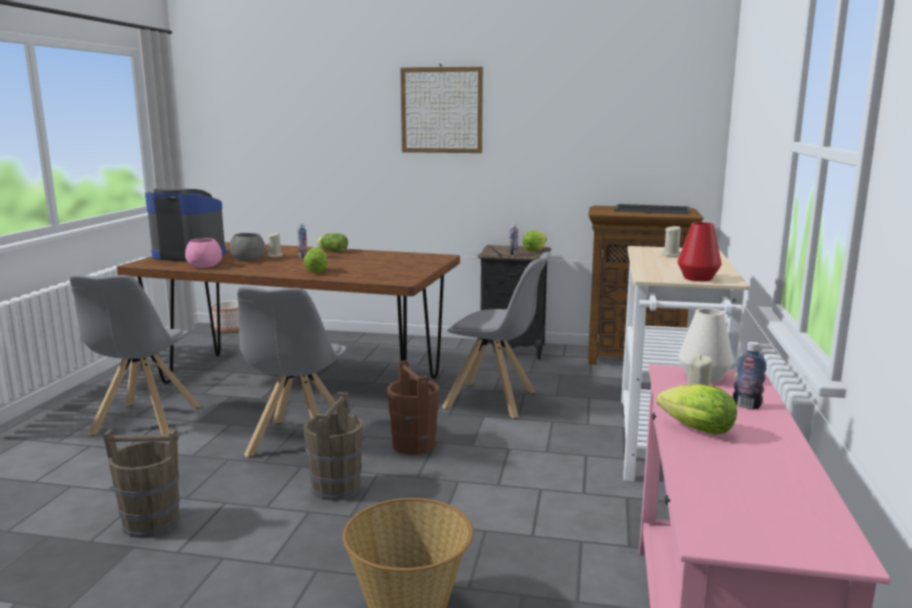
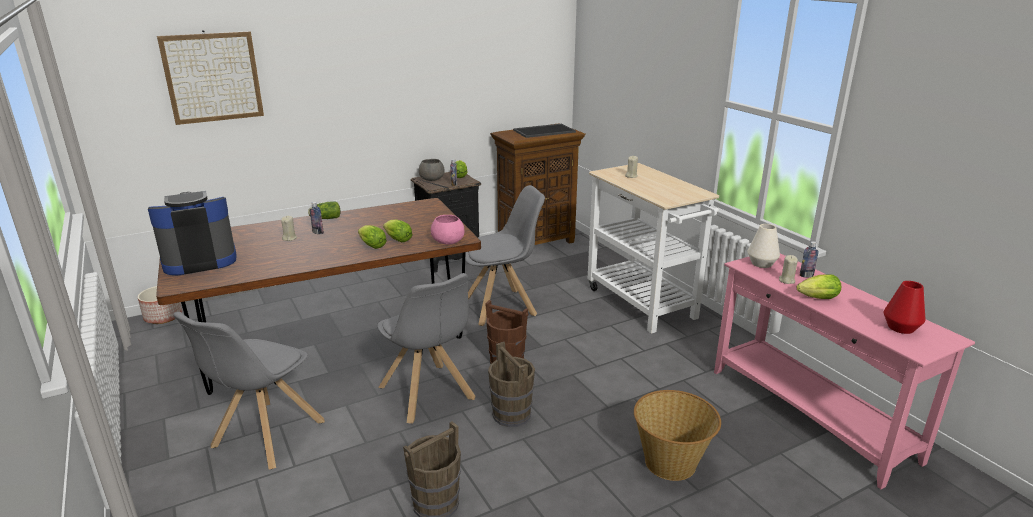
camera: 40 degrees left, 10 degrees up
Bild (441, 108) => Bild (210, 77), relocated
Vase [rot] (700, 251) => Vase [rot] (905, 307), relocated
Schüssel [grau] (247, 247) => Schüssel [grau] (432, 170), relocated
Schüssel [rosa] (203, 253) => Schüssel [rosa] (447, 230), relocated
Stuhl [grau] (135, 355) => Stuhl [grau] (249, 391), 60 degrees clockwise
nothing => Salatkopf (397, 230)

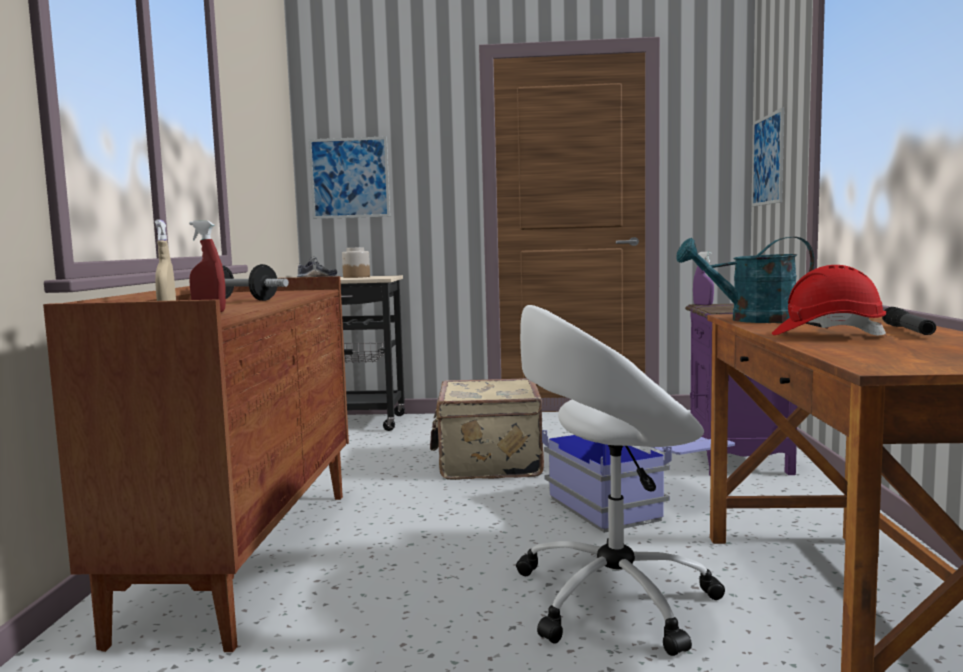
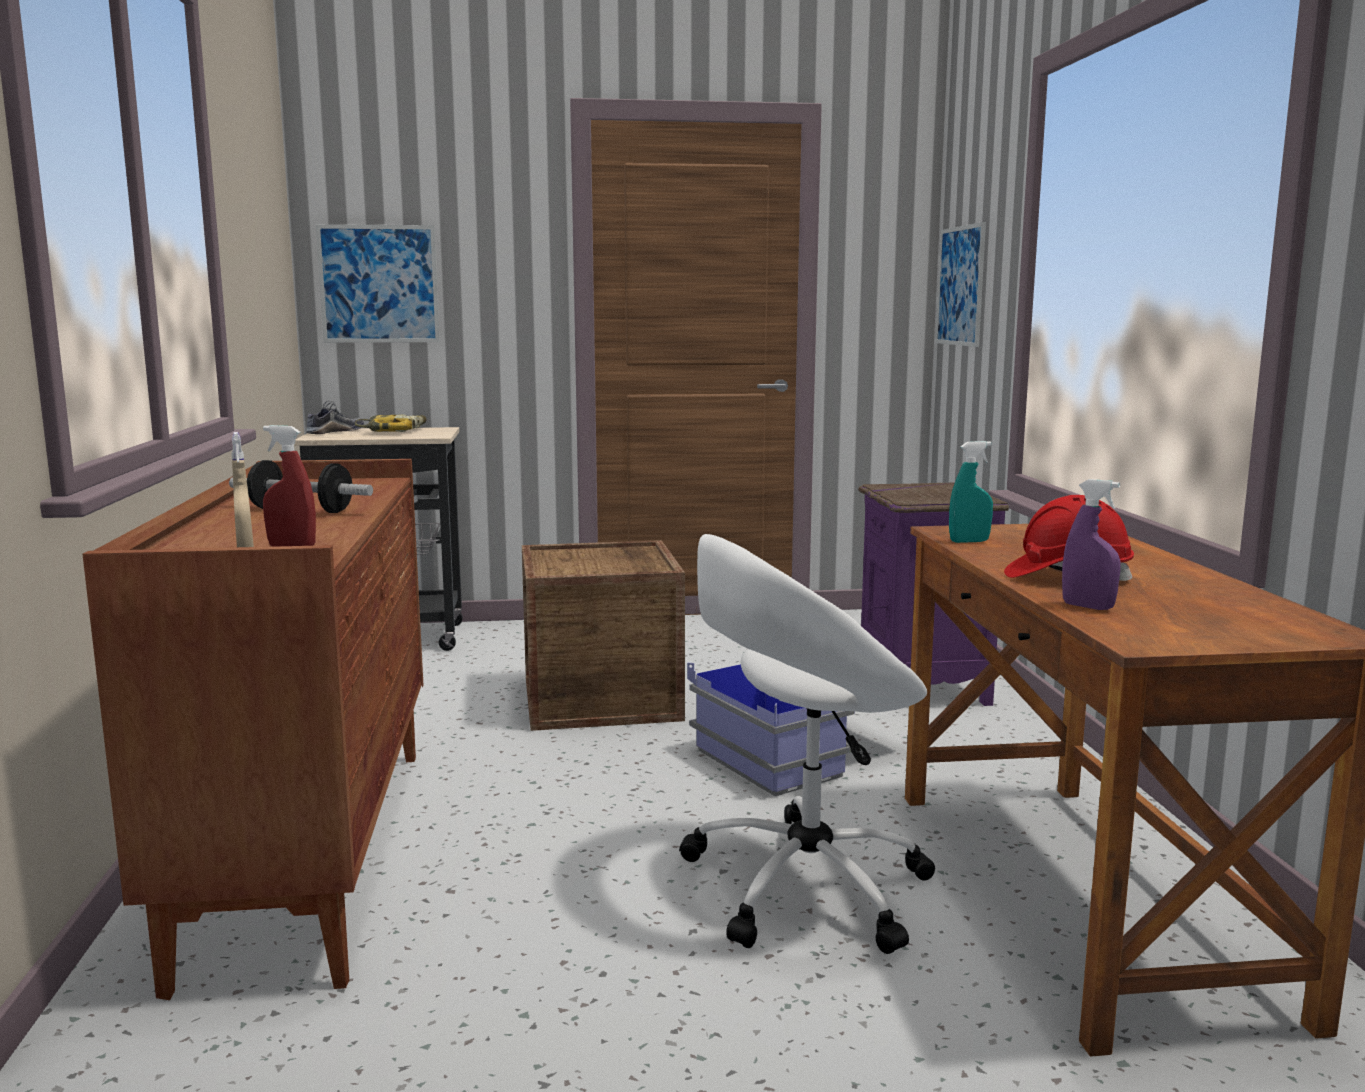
camera: 10 degrees left, 5 degrees up
Gießkanne [türkis] (745, 280) => Sprühflasche [türkis] (971, 492)
Vorratsglas (356, 262) => Bohrmaschine (390, 423)
Sprühflasche [lila] (703, 278) => Sprühflasche [lila] (1091, 544), relocated
Taschenlampe (909, 321) => nothing
Koffer [beige] (487, 429) => Kiste (603, 635)

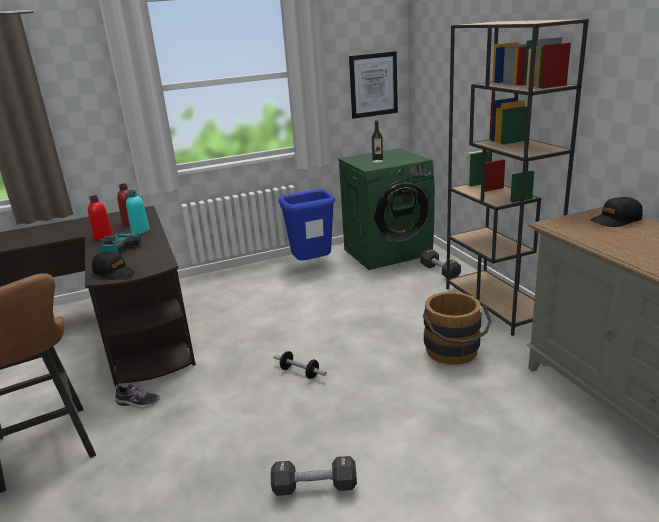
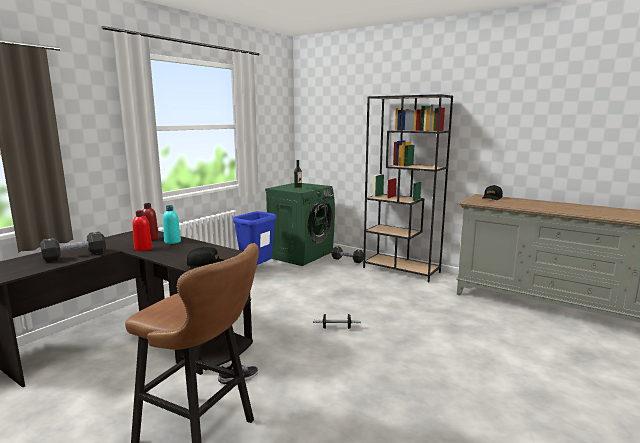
camera: 35 degrees left, 10 degrees down
Bild (373, 85) => nothing
Bohrmaschine (120, 243) => nothing
Eimer [braun] (457, 328) => nothing
Hantel [schwarz] (314, 476) => Hantel [schwarz] (73, 247), relocated

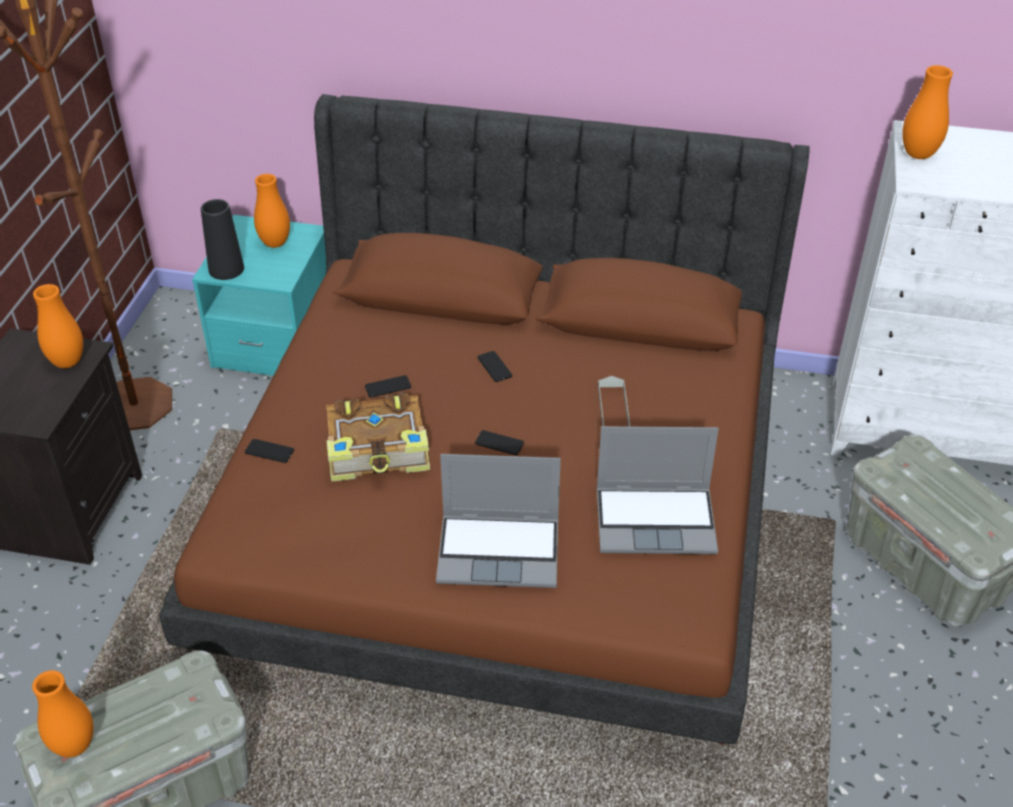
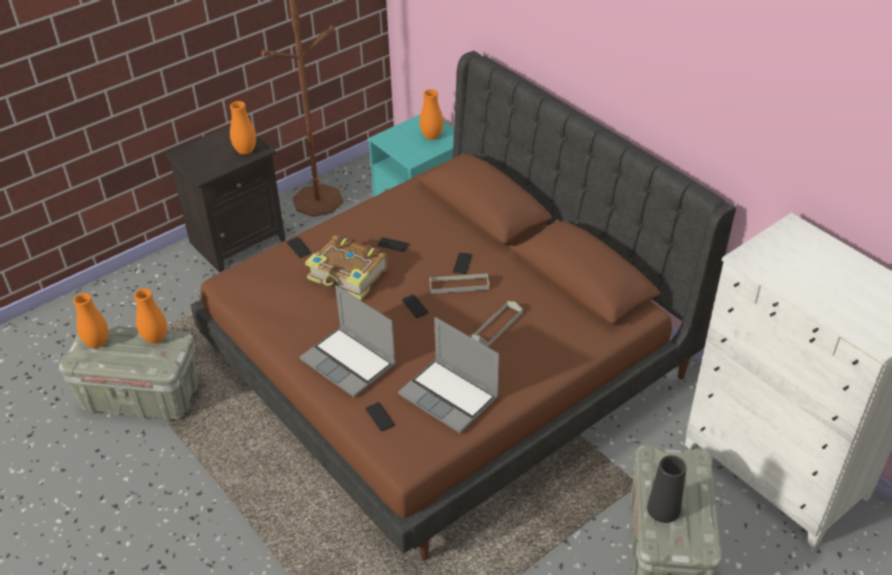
camera: 40 degrees right, 0 degrees up
Vase [orange] (927, 112) => Vase [orange] (150, 316), relocated
Vase [schwarz] (222, 239) => Vase [schwarz] (666, 489), relocated
nothing => Tablett [grau] (459, 283)
nothing => Handy (380, 416)

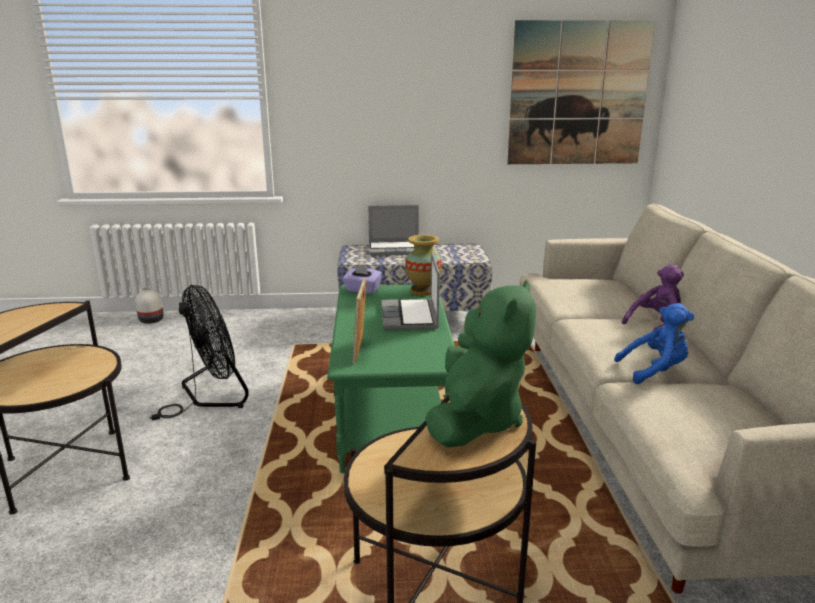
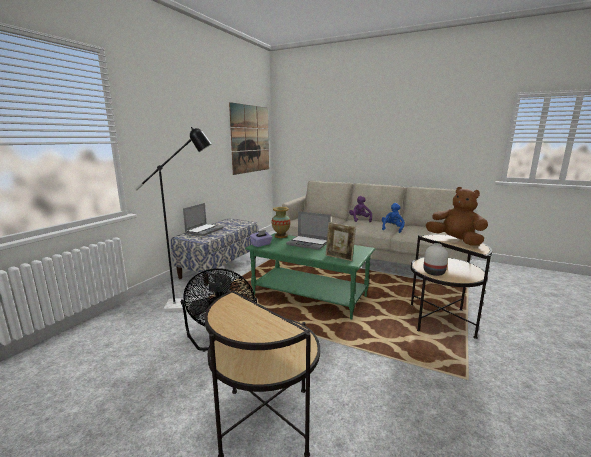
camera: 60 degrees left, 5 degrees down
Plüschtier [grün] (480, 363) => Plüschtier [braun] (457, 216)
Vase [weiß] (149, 305) => Vase [weiß] (435, 259), relocated
nothing => Stehlampe [schwarz] (173, 219)

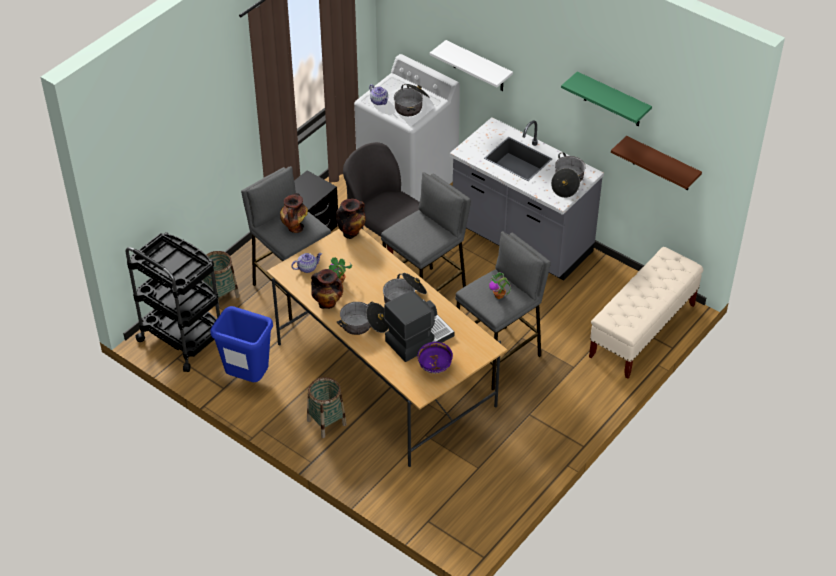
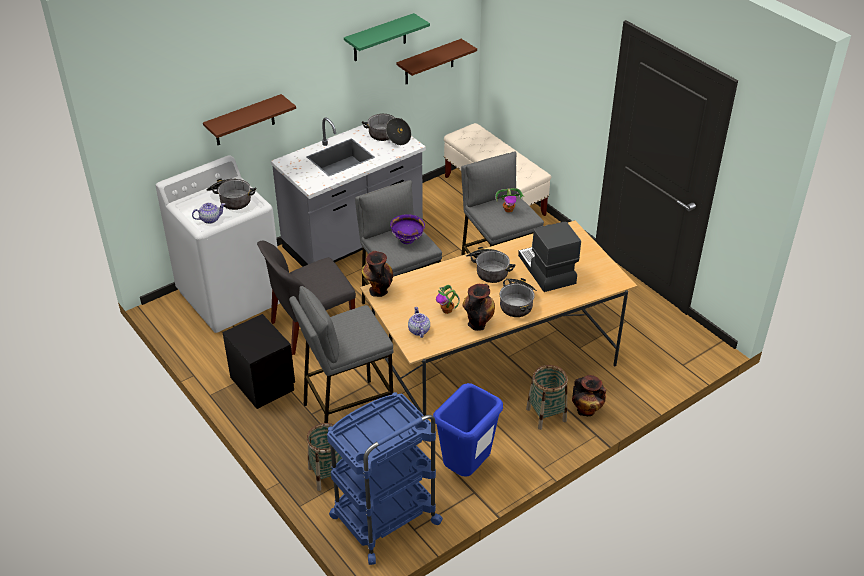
camera: 75 degrees left, 5 degrees down
Wandregal [weiß] (471, 65) => Wandregal [braun] (249, 119)
Vase (294, 213) => Vase (589, 395), relocated
Rollwagen [schwarz] (173, 302) => Rollwagen [blau] (385, 478)
Schüssel [lila] (435, 357) => Schüssel [lila] (407, 229), relocated

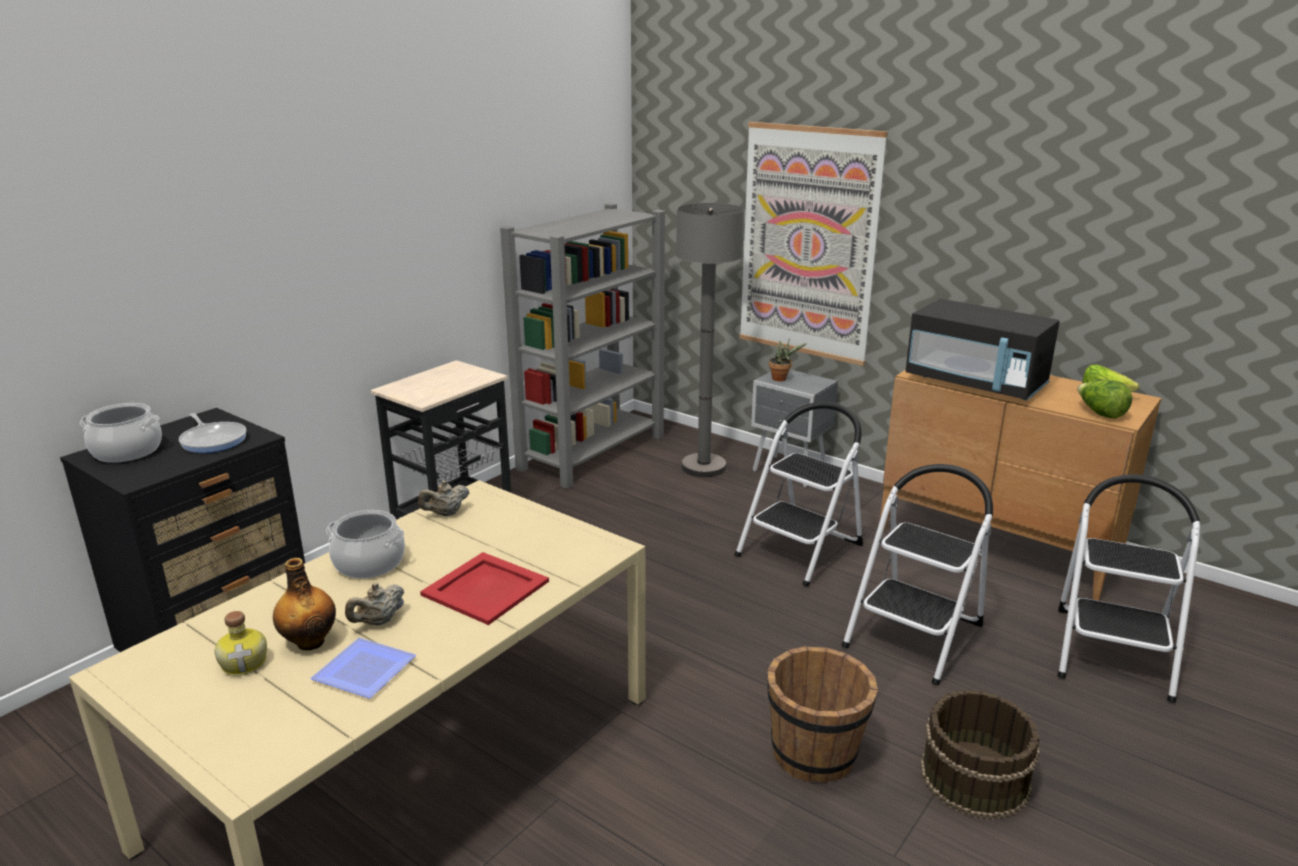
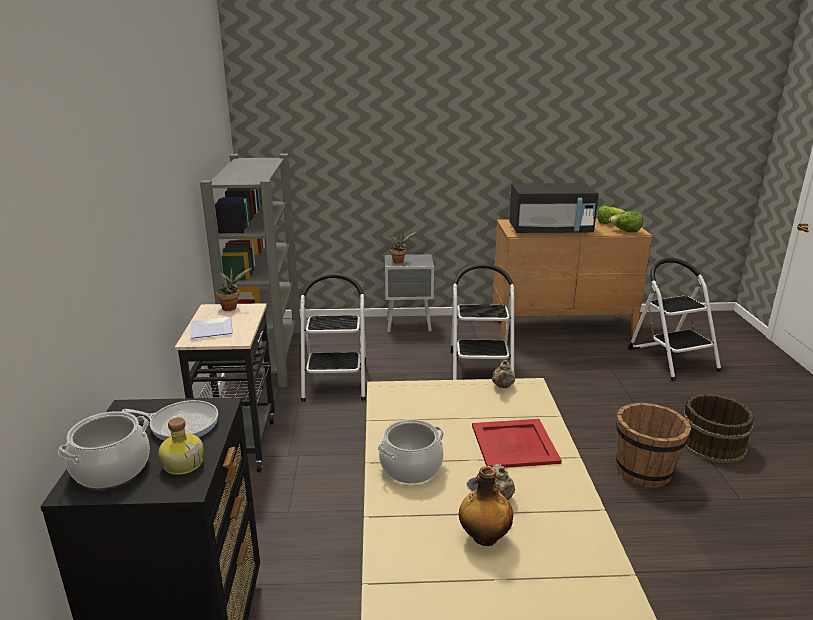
camera: 40 degrees left, 0 degrees up
Bild (814, 244) => nothing
Stehlampe [grau] (710, 340) => nothing
Trittleiter (917, 574) => Trittleiter (333, 337), relocated
Teekanne [beige] (443, 498) => Teekanne [beige] (503, 374), relocated
Flasche (241, 643) => Flasche (180, 446), relocated
Teller (363, 668) => Teller (211, 328), relocated
nothing => Topfpflanze (234, 289)

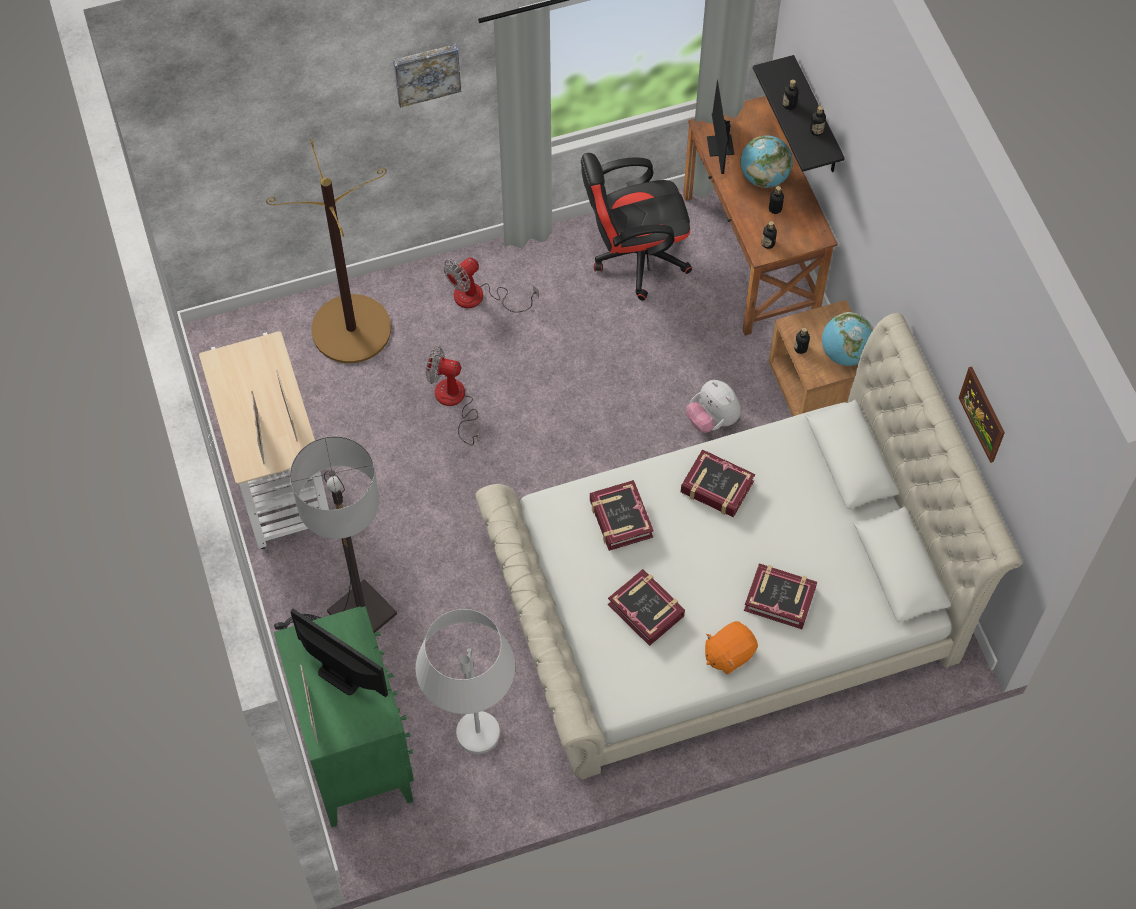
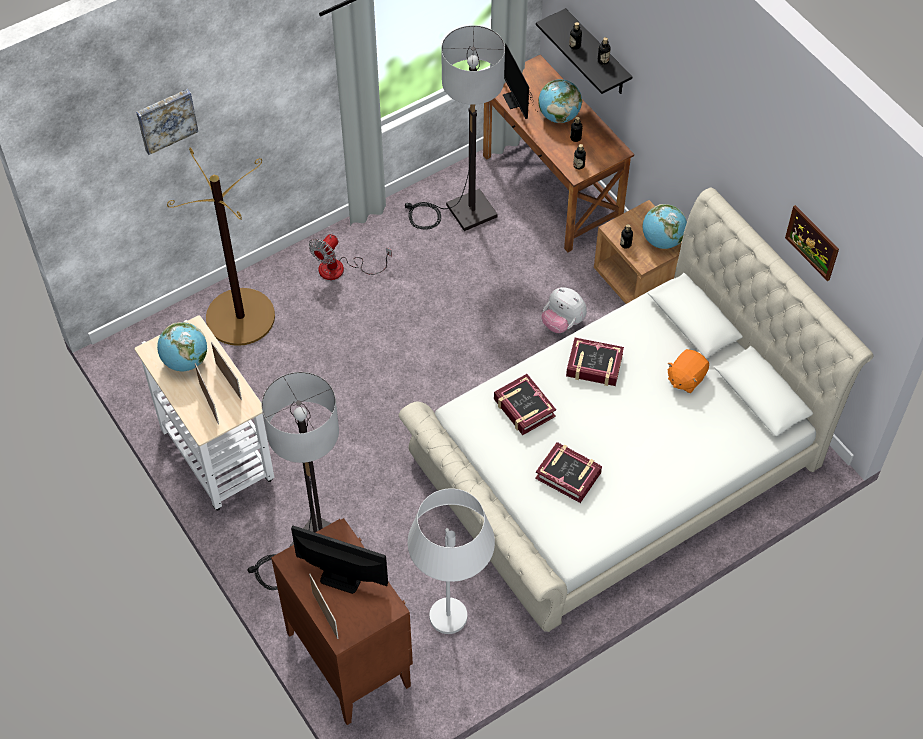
camera: 15 degrees left, 5 degrees down
Bild (427, 76) => Bild (167, 122), relocated
Bürostuhl [schwarz] (636, 227) => Stehlampe (455, 128)
Ventilator (453, 395) => nothing
Buch (780, 596) => nothing
Kommode [grün] (344, 716) => Kommode [braun] (342, 621)
Plüschtier [orange] (731, 648) => Plüschtier [orange] (688, 371), relocated
nothing => Globus (182, 346)

